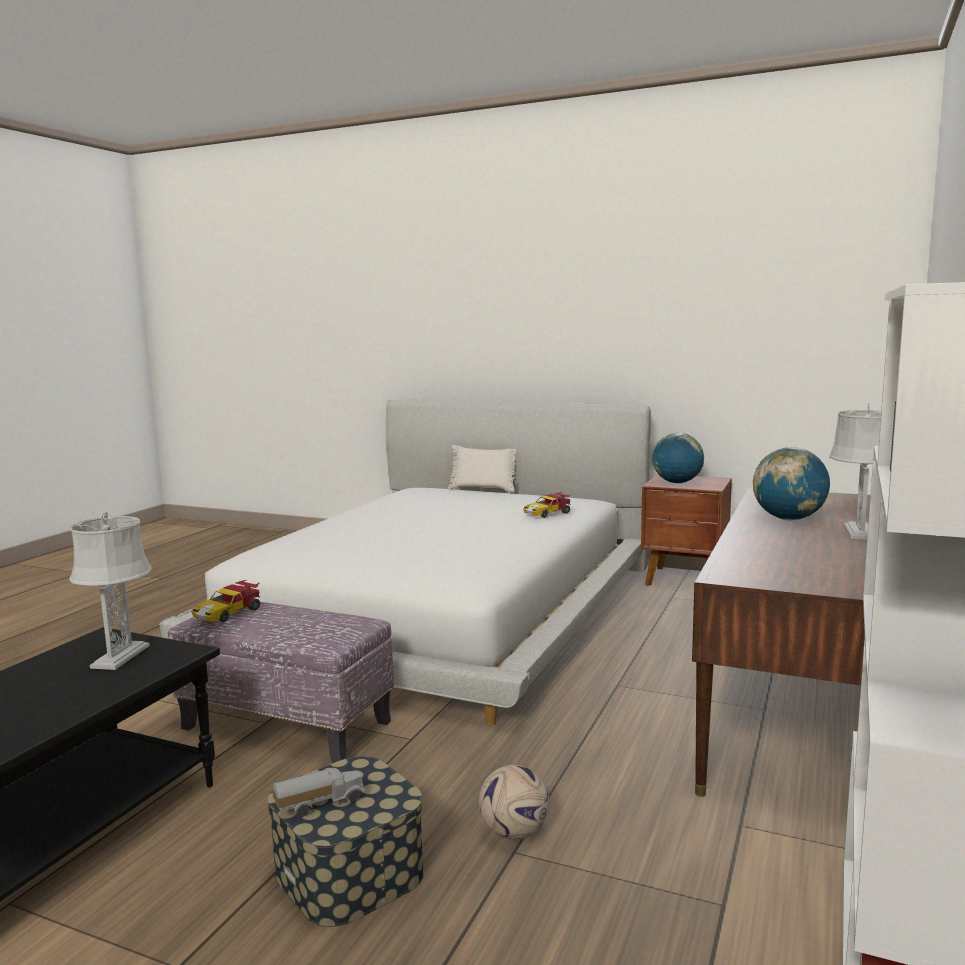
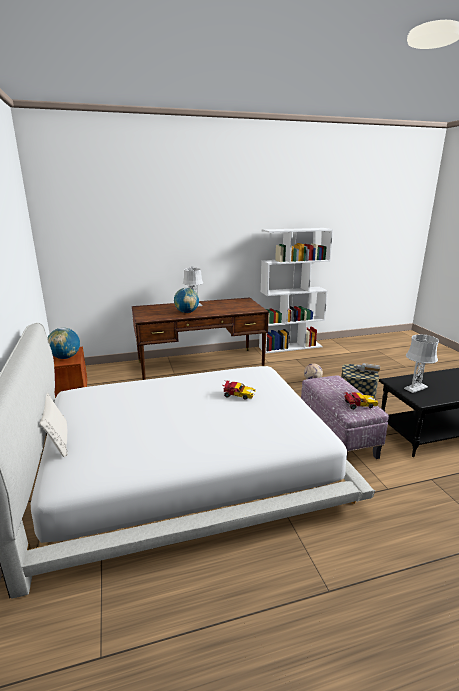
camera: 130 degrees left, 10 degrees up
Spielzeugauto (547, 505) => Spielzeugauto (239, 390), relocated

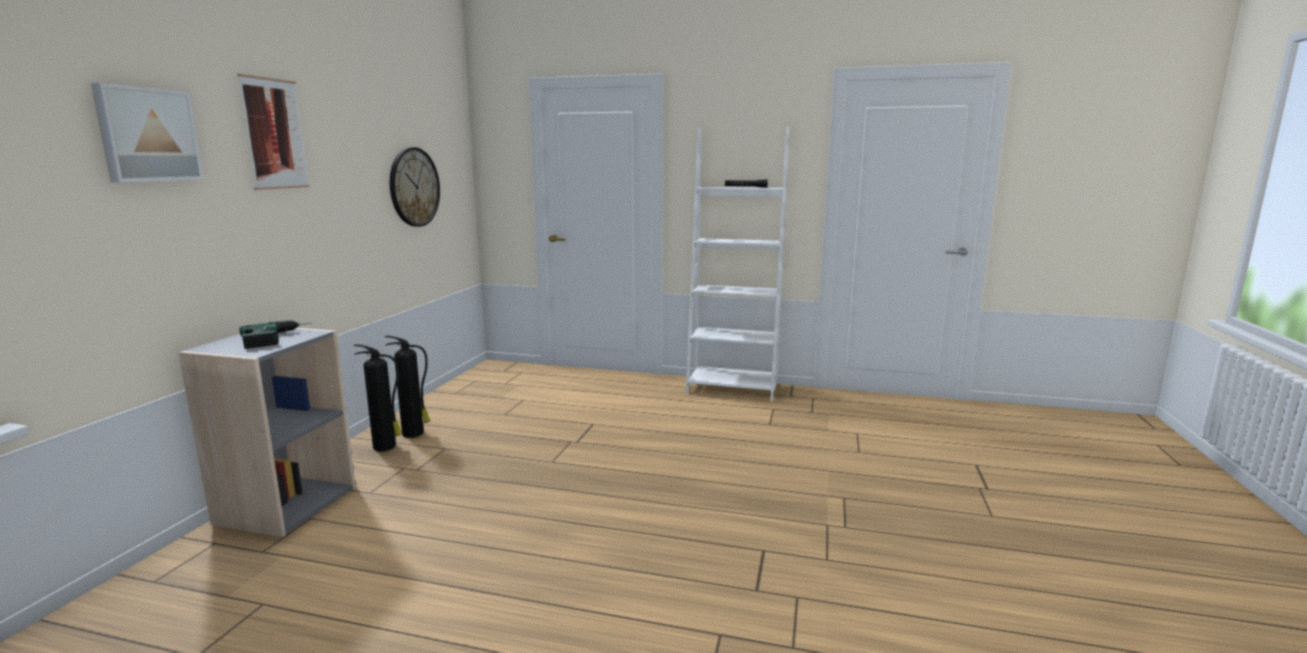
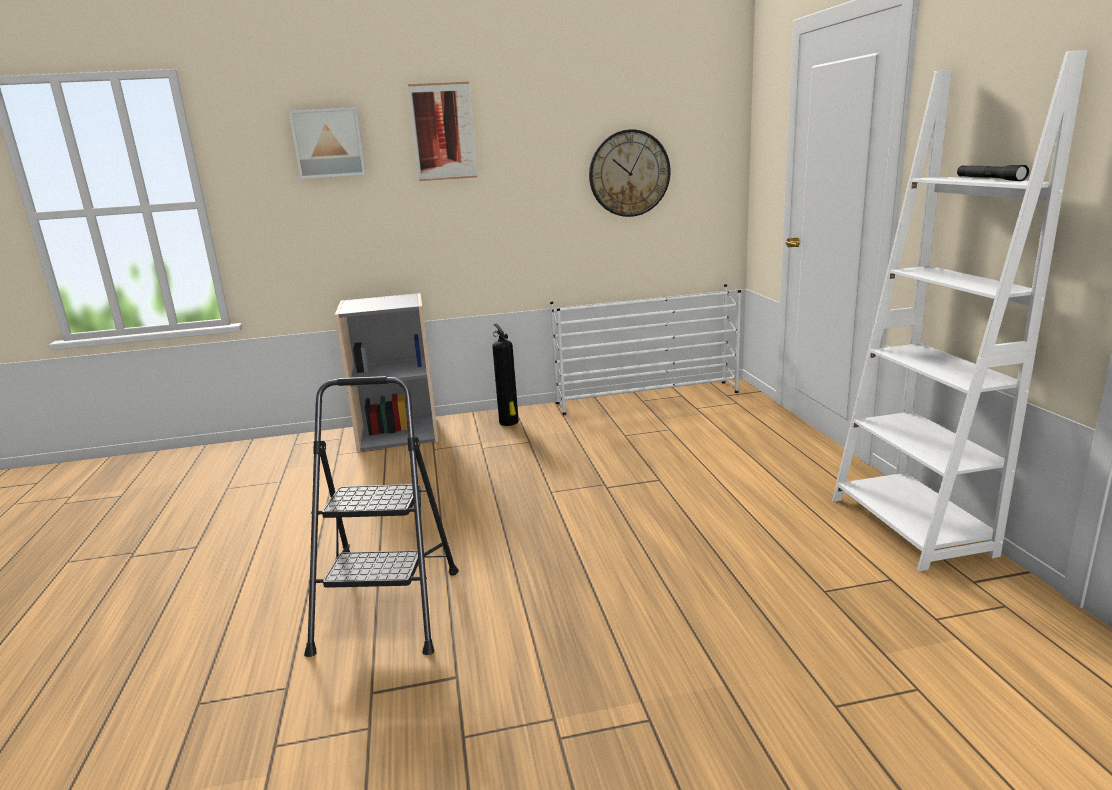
camera: 65 degrees right, 5 degrees up
Bohrmaschine (275, 334) => nothing
Feuerlöscher (408, 386) => nothing
nothing => Schuhregal [weiß] (645, 349)
nothing => Trittleiter [schwarz] (381, 516)

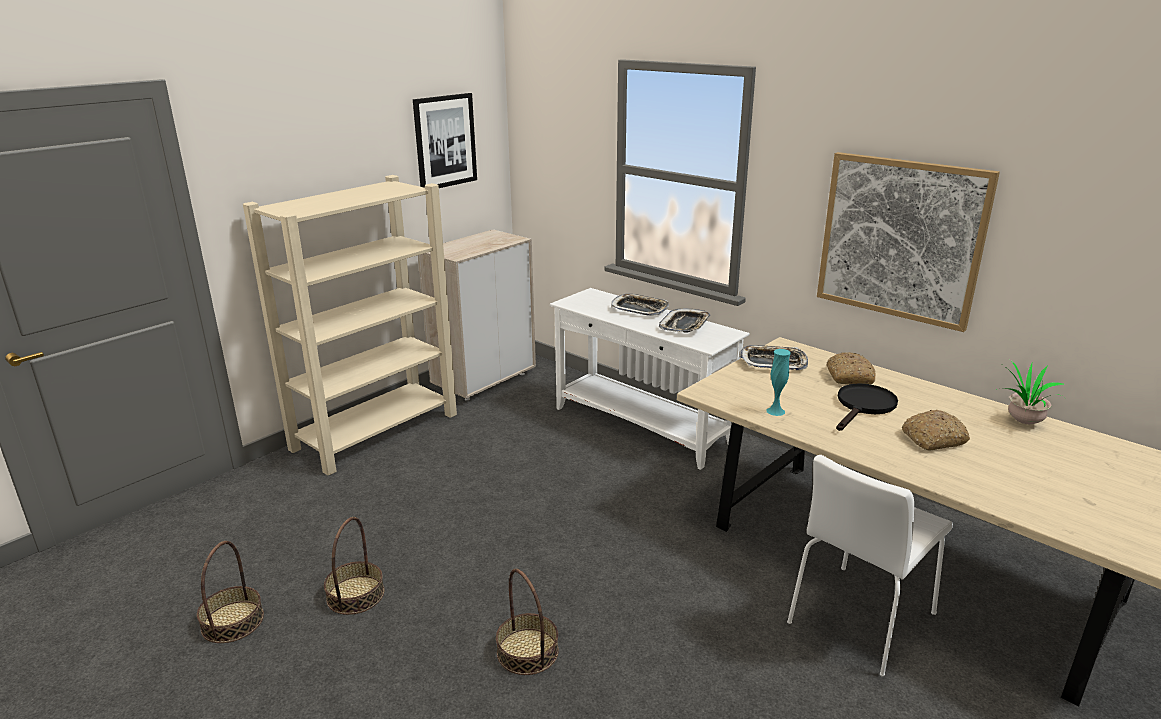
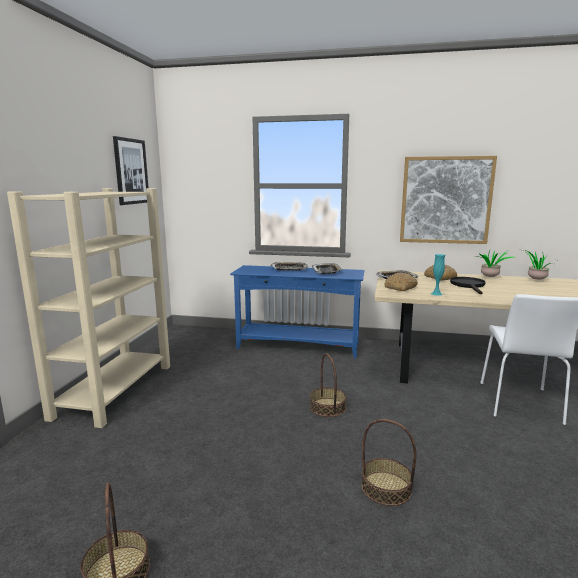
camera: 30 degrees left, 10 degrees down
Schrank [beige] (477, 315) => nothing
Konsolentisch [weiß] (649, 379) => Konsolentisch [blau] (297, 312)
Brot (936, 430) => Brot (401, 282), relocated
Korb (354, 566) => Korb (328, 385), relocated
nothing => Topfpflanze (495, 263)

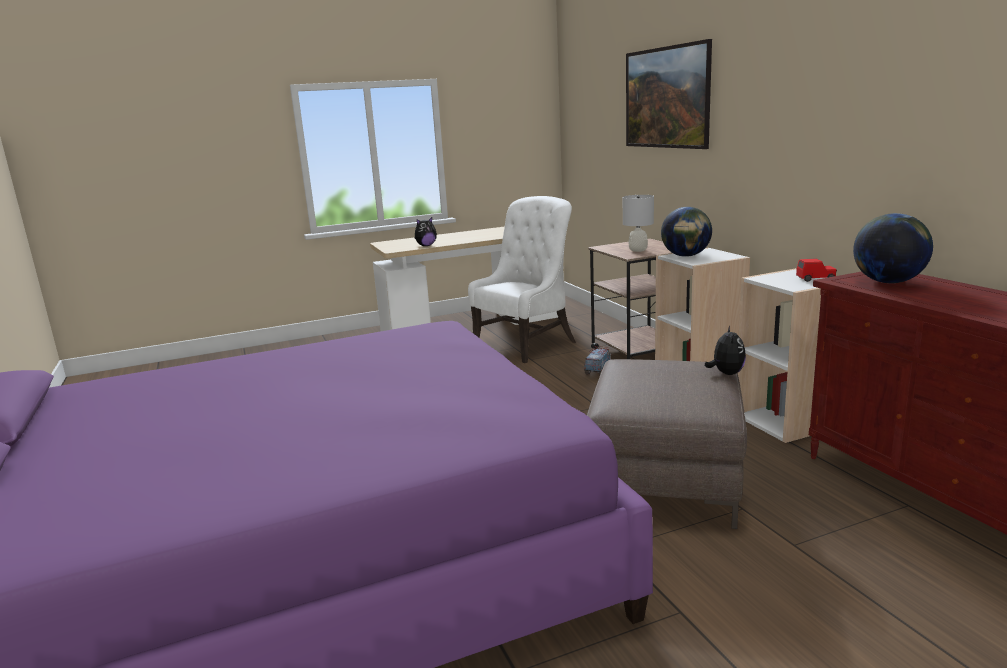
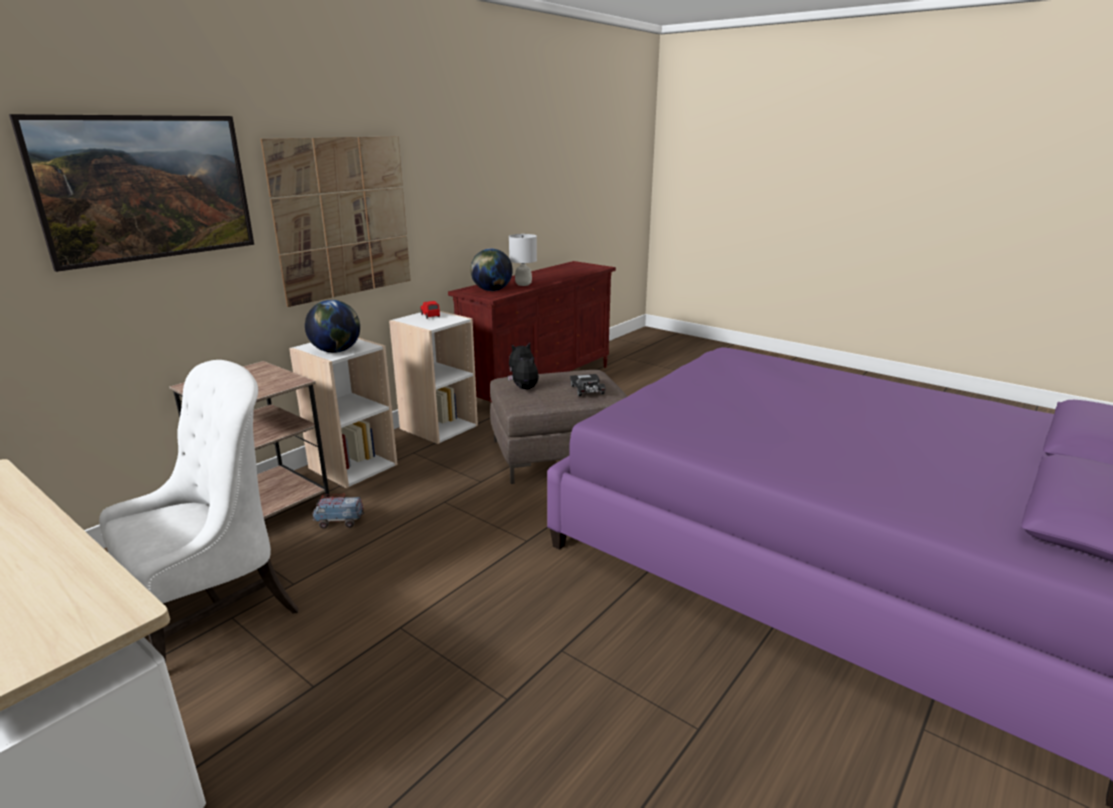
camera: 120 degrees left, 5 degrees up
Tischlampe [grau] (638, 223) => Tischlampe [grau] (523, 260), relocated
Stuhl [weiß] (522, 279) => Stuhl [weiß] (198, 511), 120 degrees clockwise
Plüschtier (426, 231) => Plüschtier (523, 371), relocated
nothing => Bild (336, 222)
nothing => Spielzeugauto [schwarz] (588, 385)

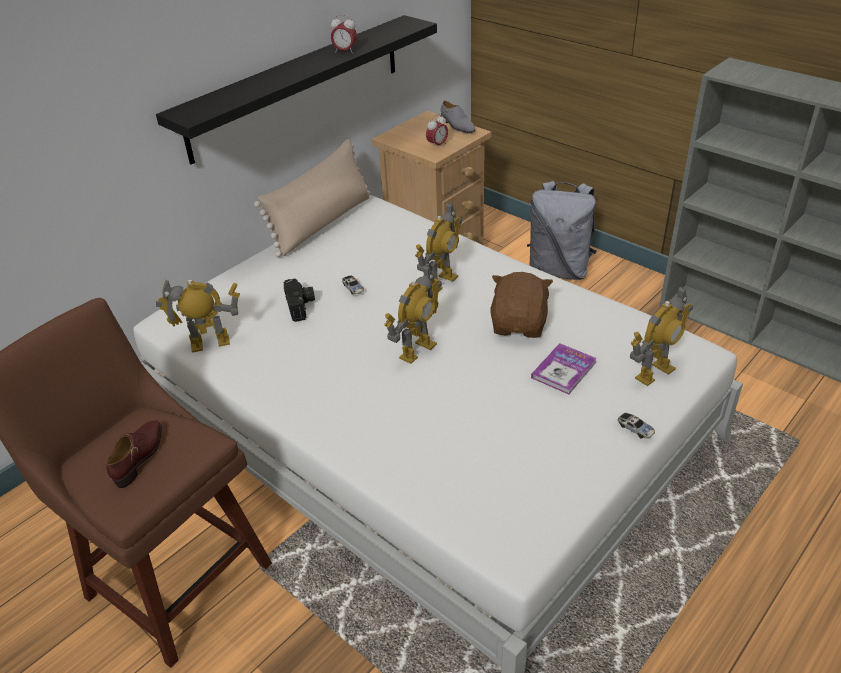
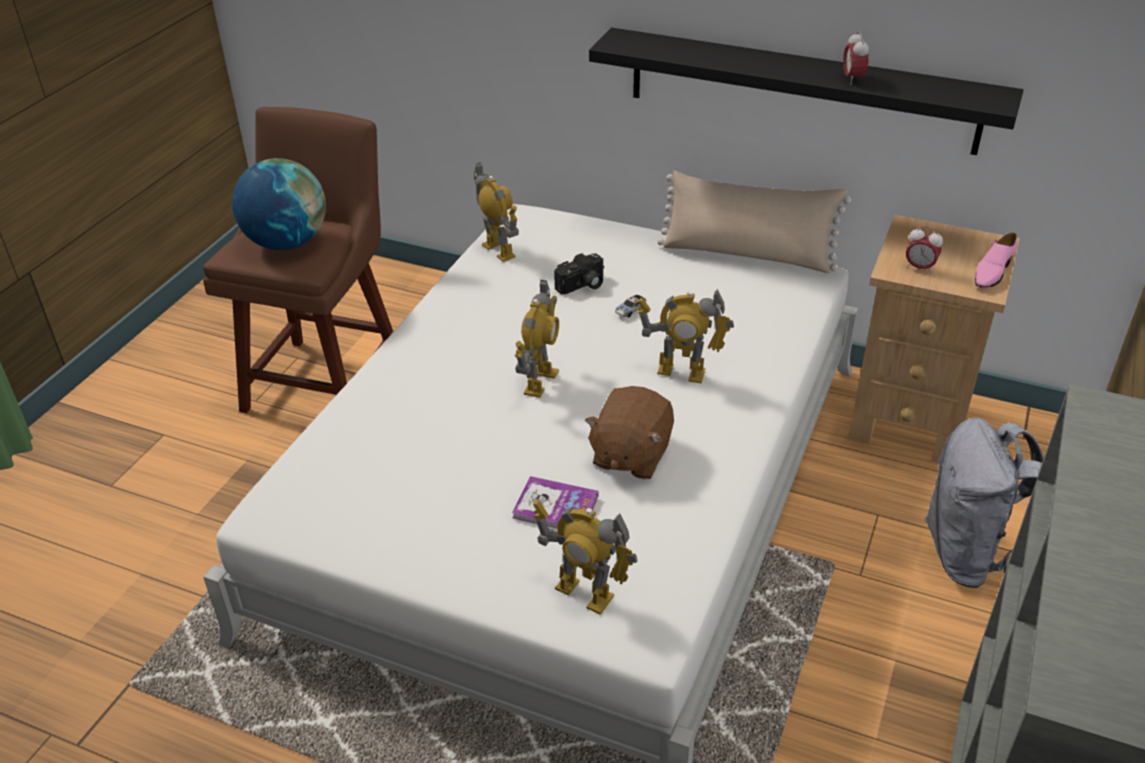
camera: 70 degrees right, 0 degrees up
Schuh [grau] (458, 117) => Schuh [rosa] (996, 260)
Spielzeugroboter (413, 314) => Spielzeugroboter (537, 339), 90 degrees counterclockwise
Plüschtier [braun] (521, 305) => Plüschtier [braun] (629, 432), 120 degrees clockwise
Spielzeugauto (636, 425) => nothing
Schuh [braun] (134, 454) => Globus (279, 204)

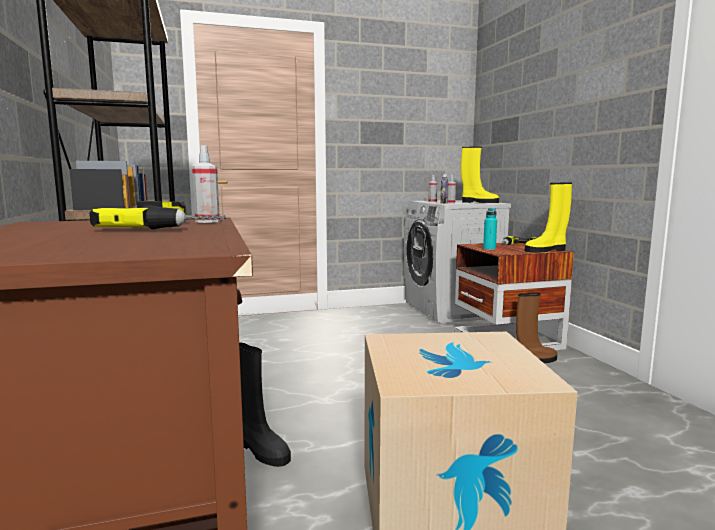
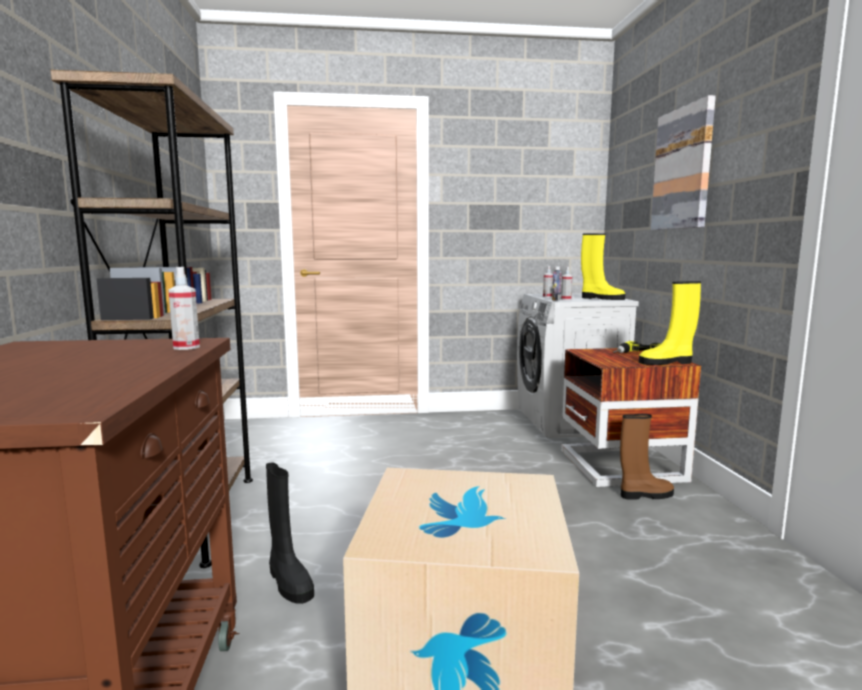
camera: 10 degrees right, 0 degrees up
Bohrmaschine (158, 215) => nothing
Flasche [türkis] (490, 229) => nothing
nothing => Bild (683, 162)

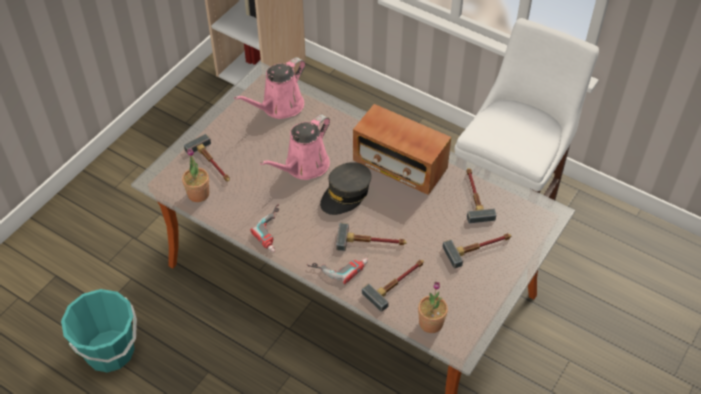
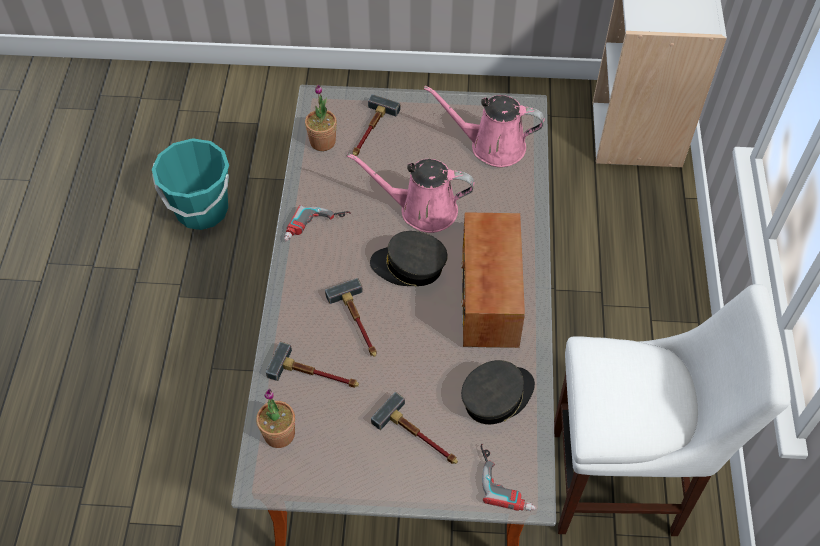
camera: 60 degrees right, 5 degrees up
Hammer (481, 195) => Kappe [grau] (498, 392)
Bohrmaschine (337, 271) => Bohrmaschine (508, 477), relocated

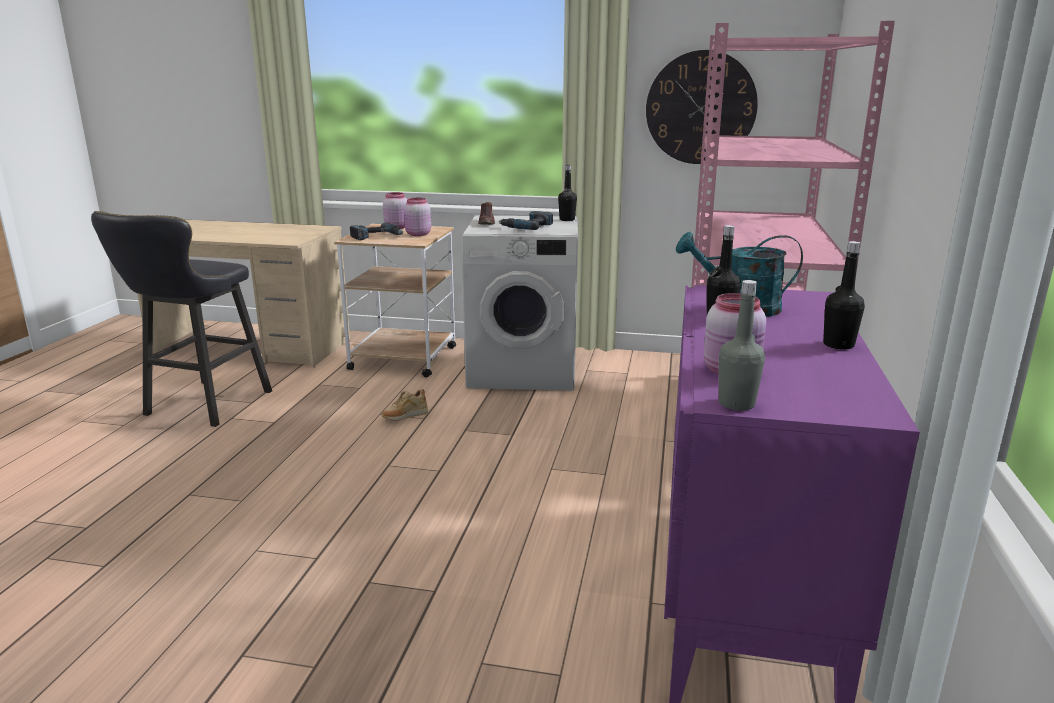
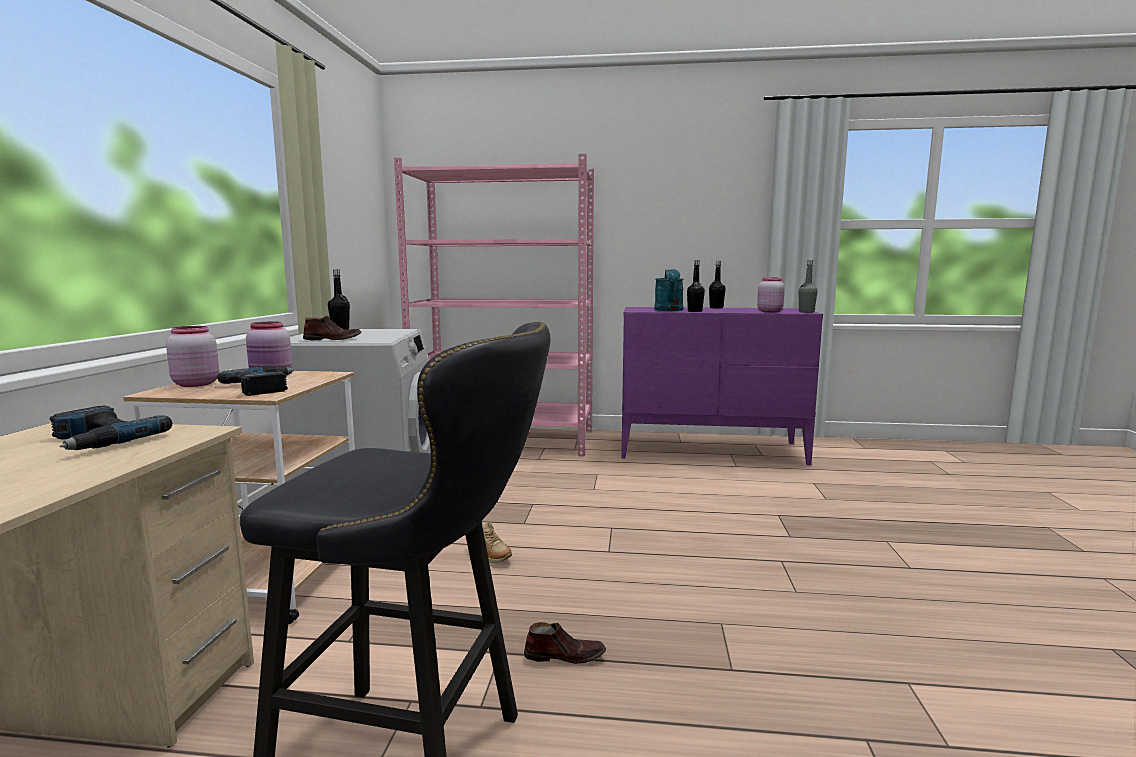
camera: 95 degrees left, 10 degrees down
Wanduhr (702, 107) => nothing
Bohrmaschine (525, 220) => Bohrmaschine (110, 427), relocated
nothing => Schuh [braun] (565, 643)

